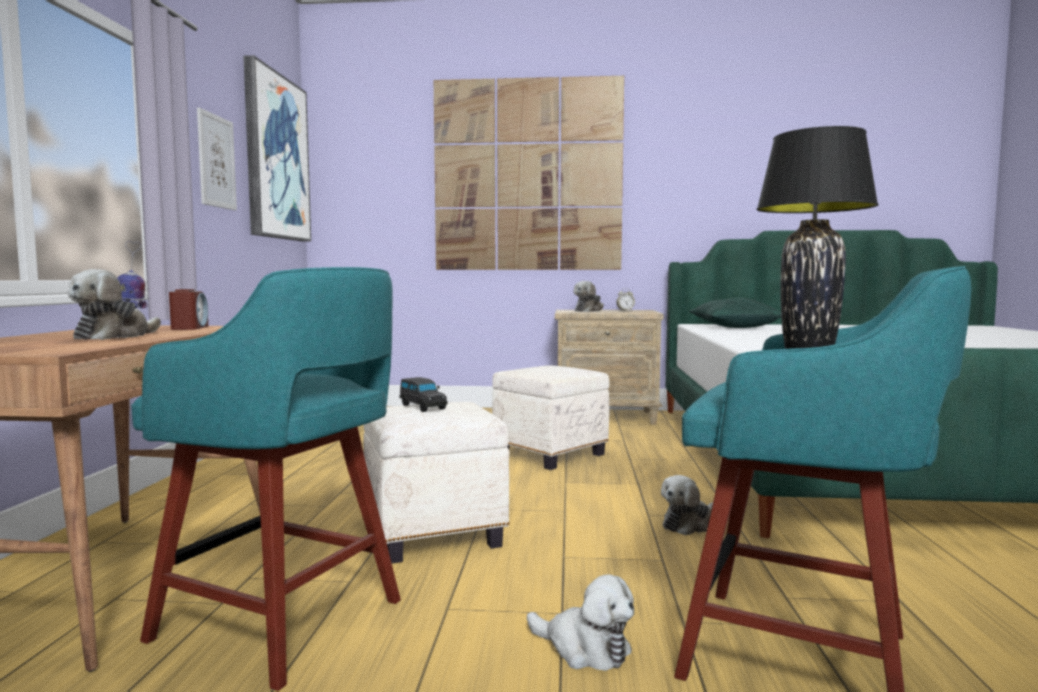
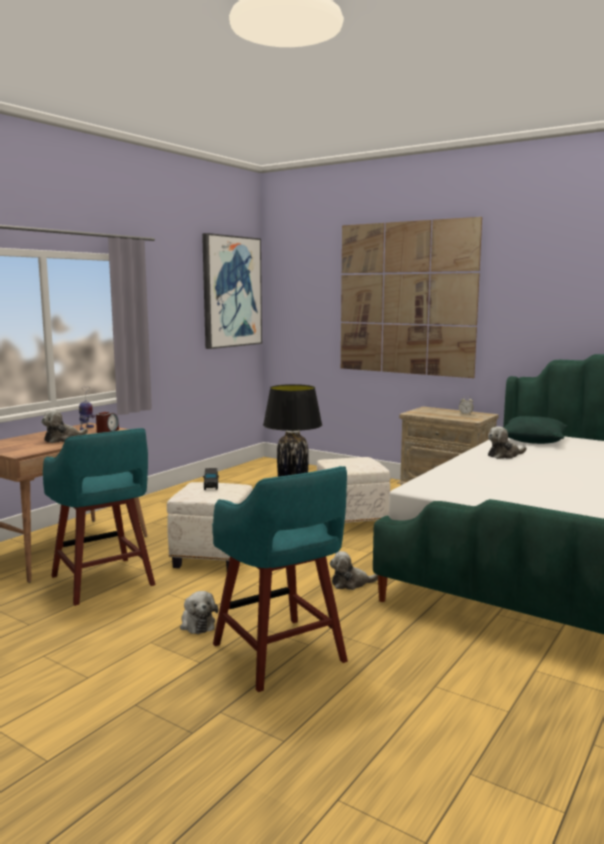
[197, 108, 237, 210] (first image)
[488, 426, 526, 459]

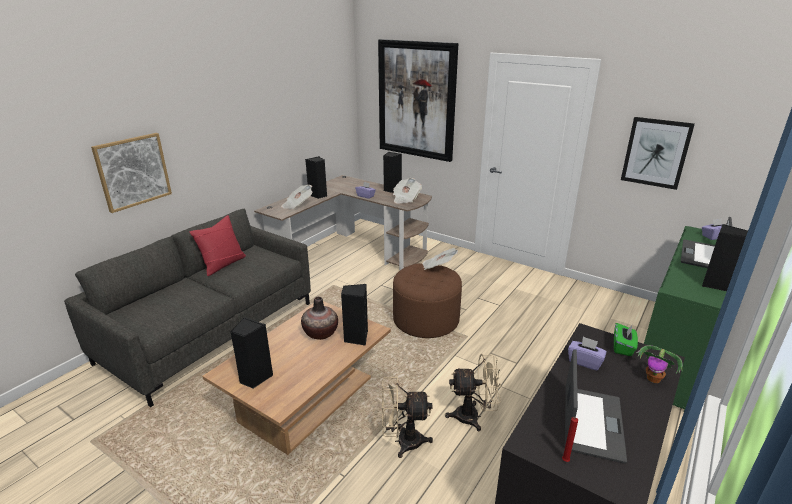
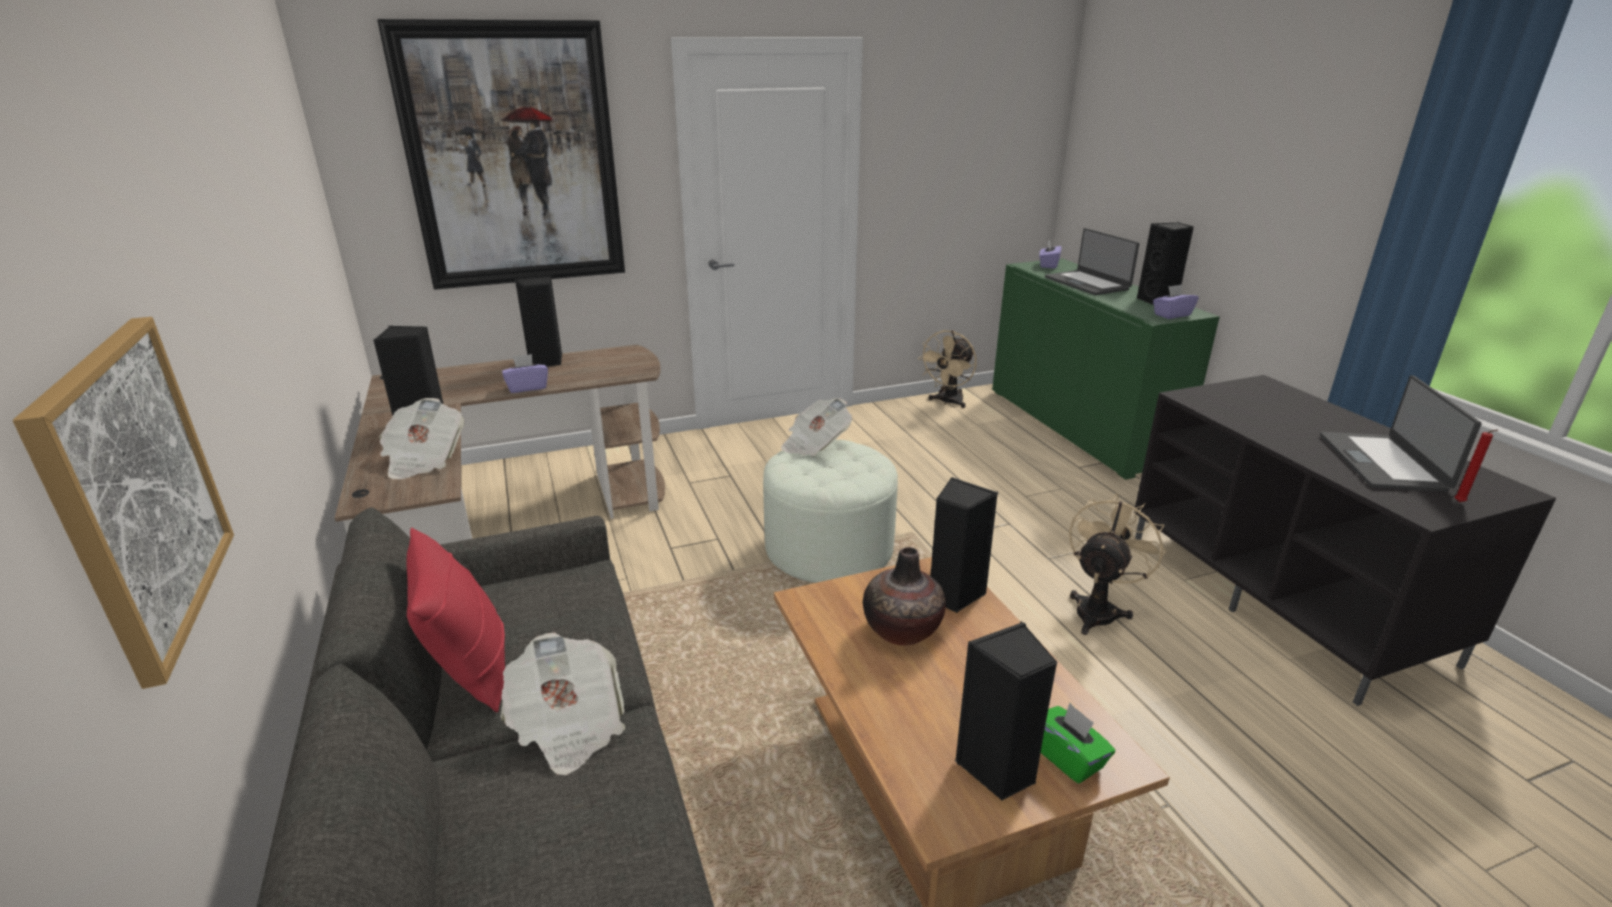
[621, 117, 695, 190] (first image)
[501, 632, 625, 775]
[763, 440, 898, 583]
[1041, 703, 1115, 783]
[1153, 284, 1199, 319]
[636, 345, 683, 383] (first image)
[1320, 375, 1481, 492]
[918, 330, 976, 408]

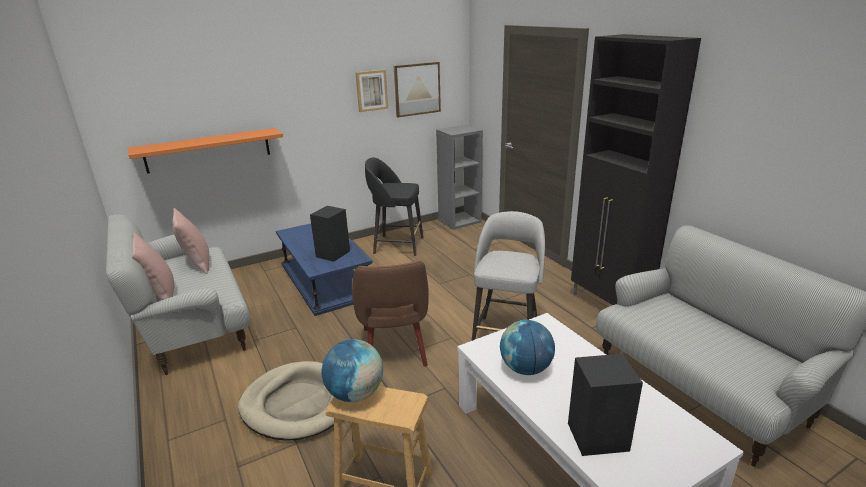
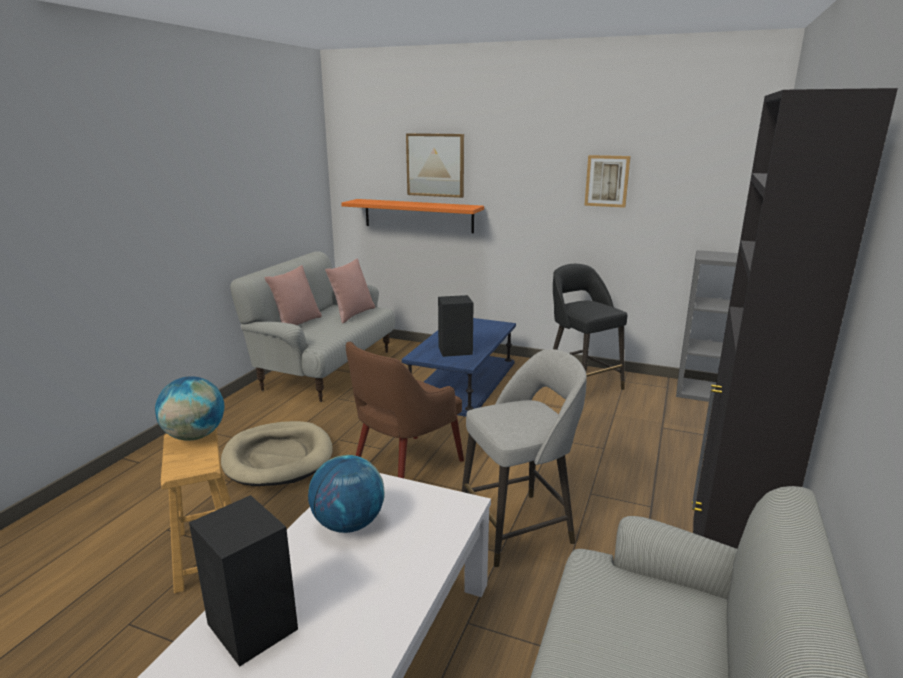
[406, 133, 464, 198]

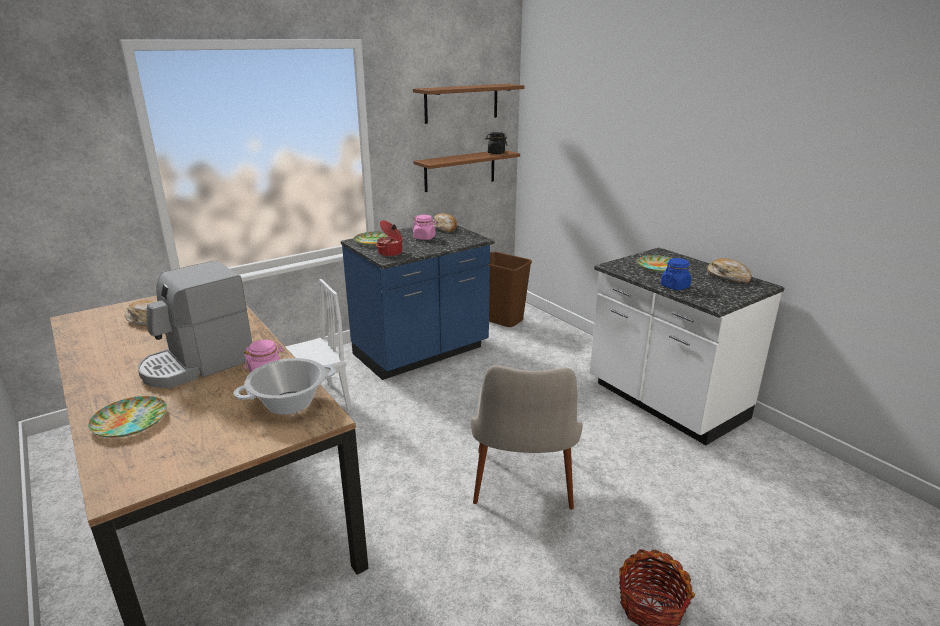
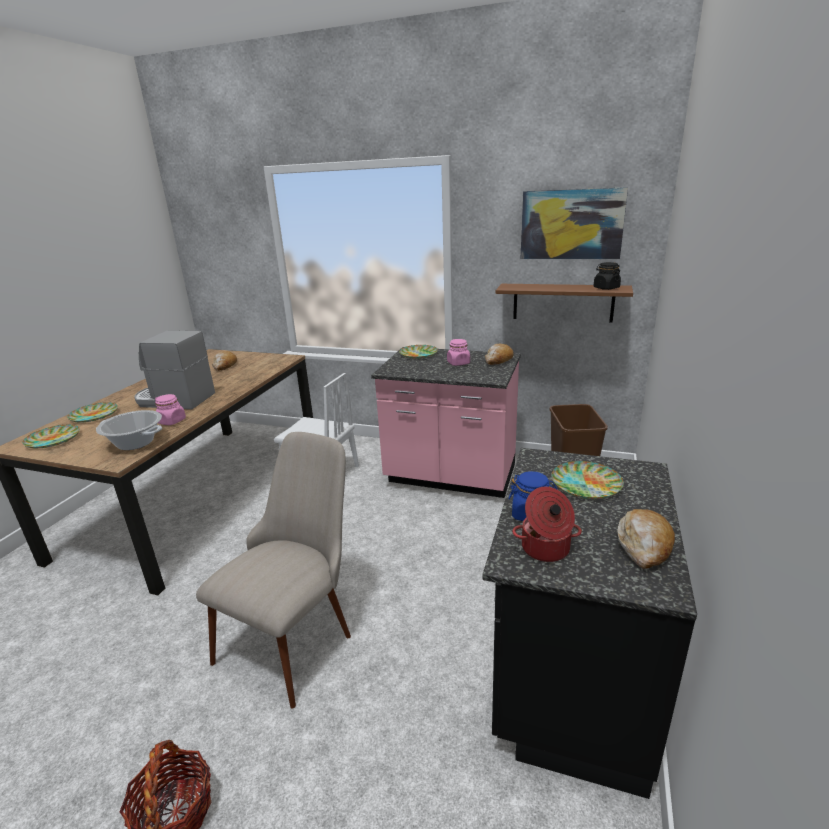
[520, 187, 628, 259]
[512, 487, 582, 562]
[371, 347, 521, 498]
[482, 448, 697, 799]
[196, 432, 351, 709]
[22, 425, 80, 448]

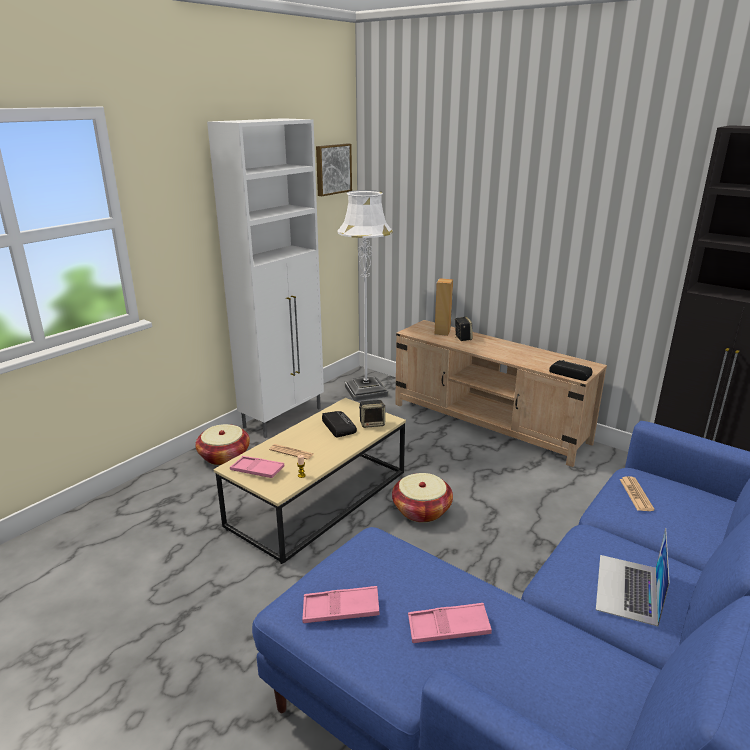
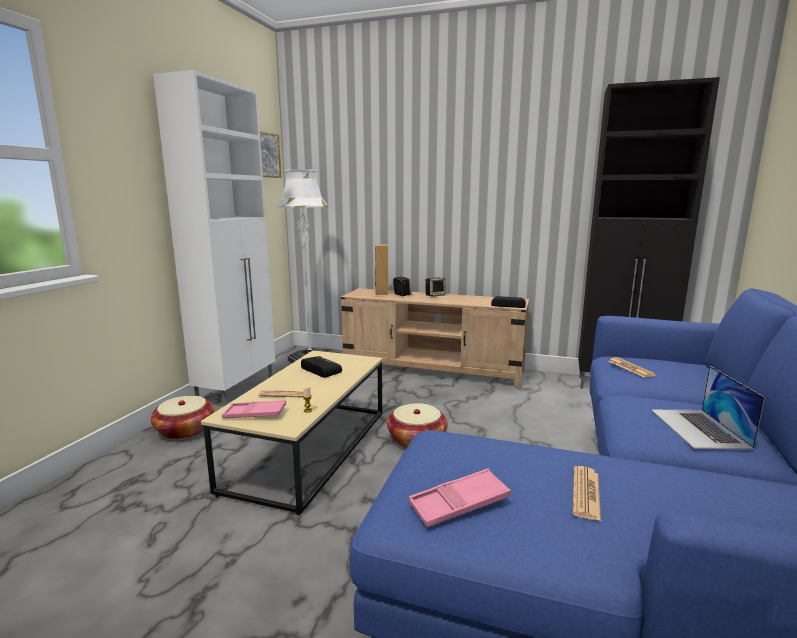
[425, 278, 446, 297]
[573, 466, 601, 521]

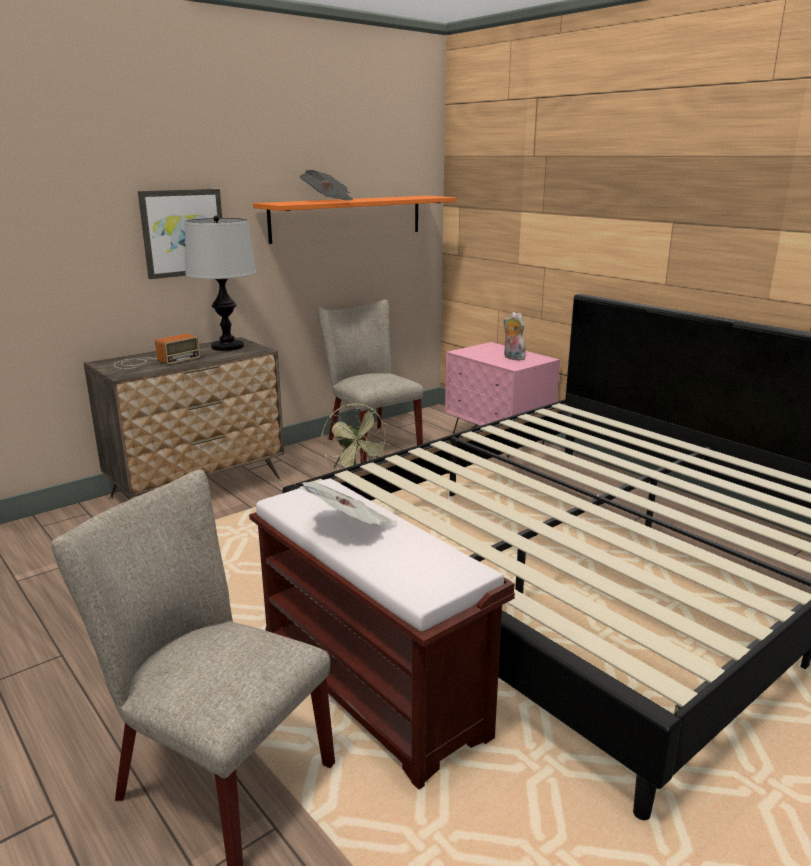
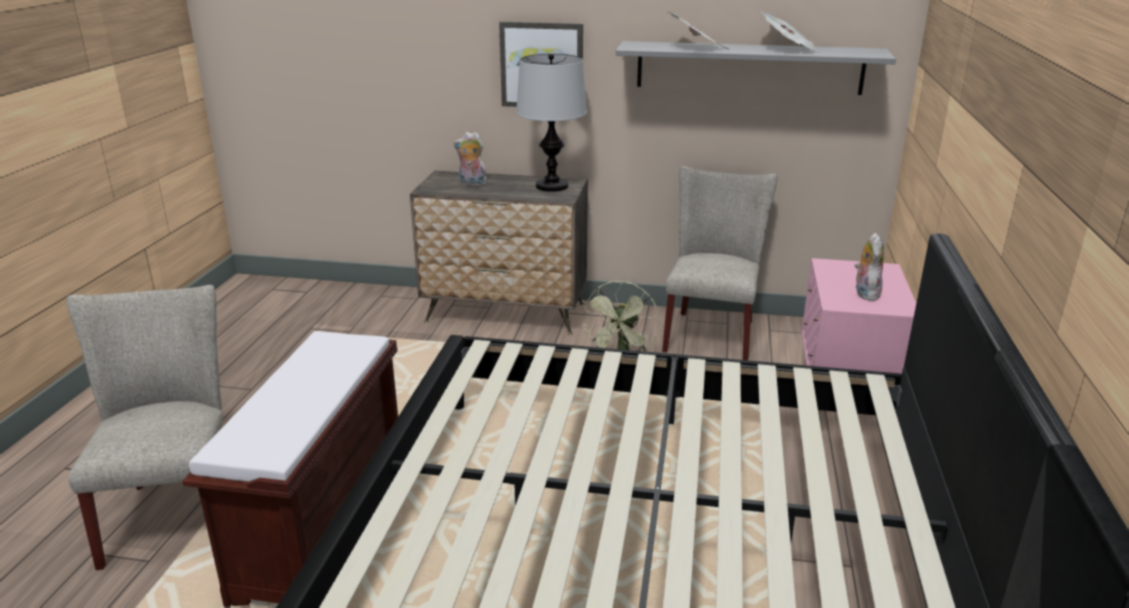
[615, 41, 896, 95]
[453, 132, 487, 186]
[760, 11, 819, 53]

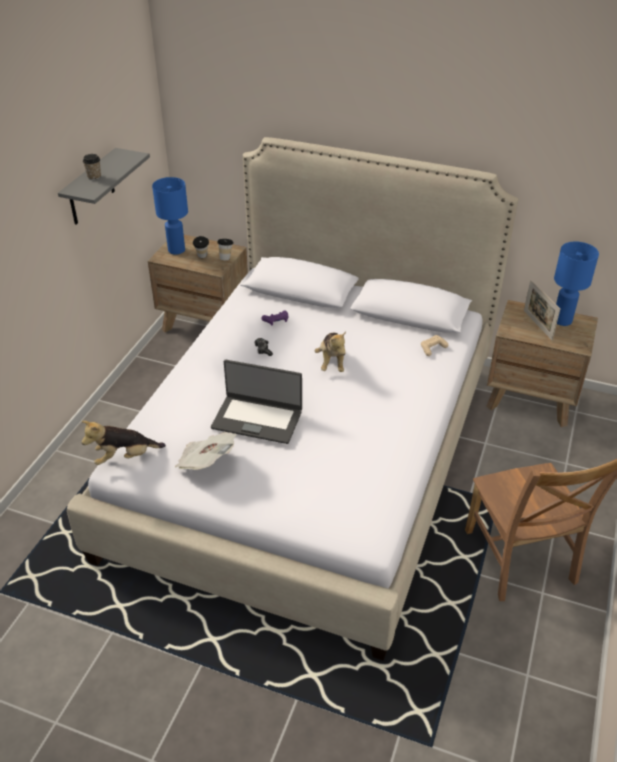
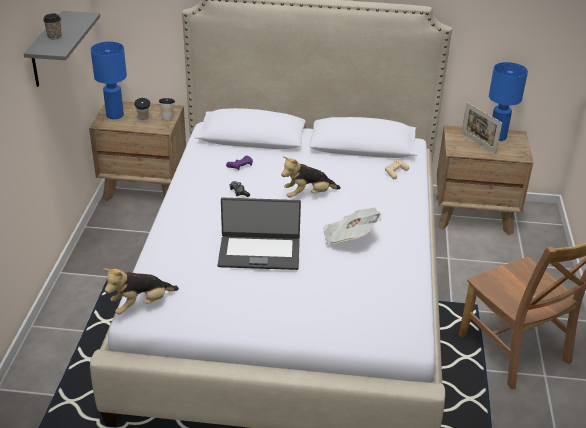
[281, 156, 341, 198]
[323, 207, 382, 244]

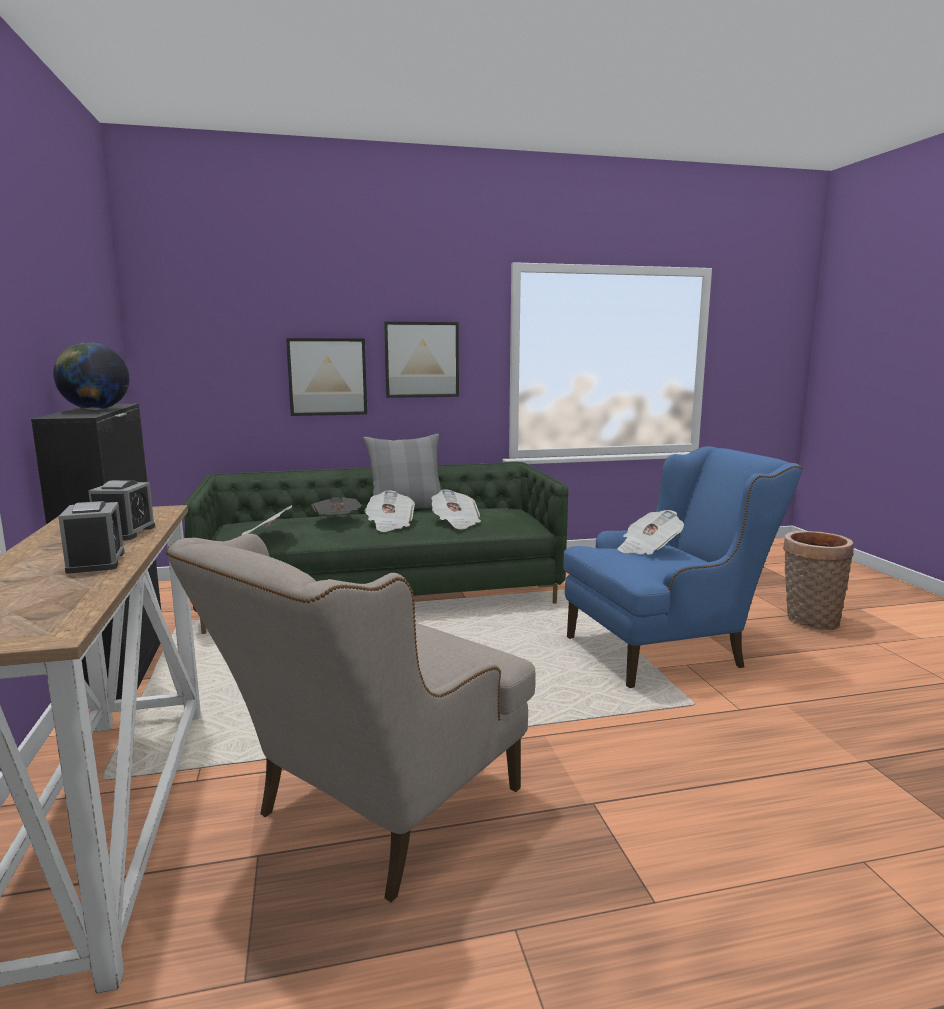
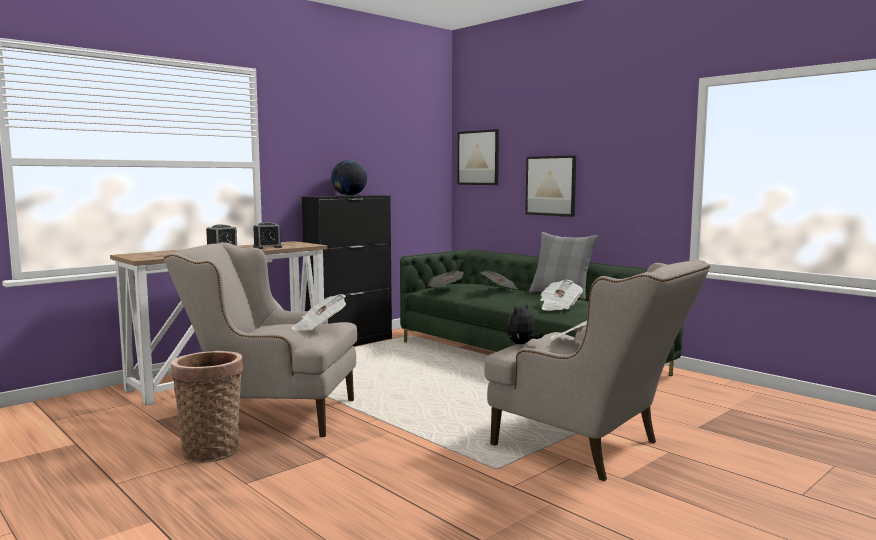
[458, 129, 499, 185]
[484, 260, 710, 481]
[291, 294, 346, 331]
[171, 351, 243, 463]
[507, 303, 544, 344]

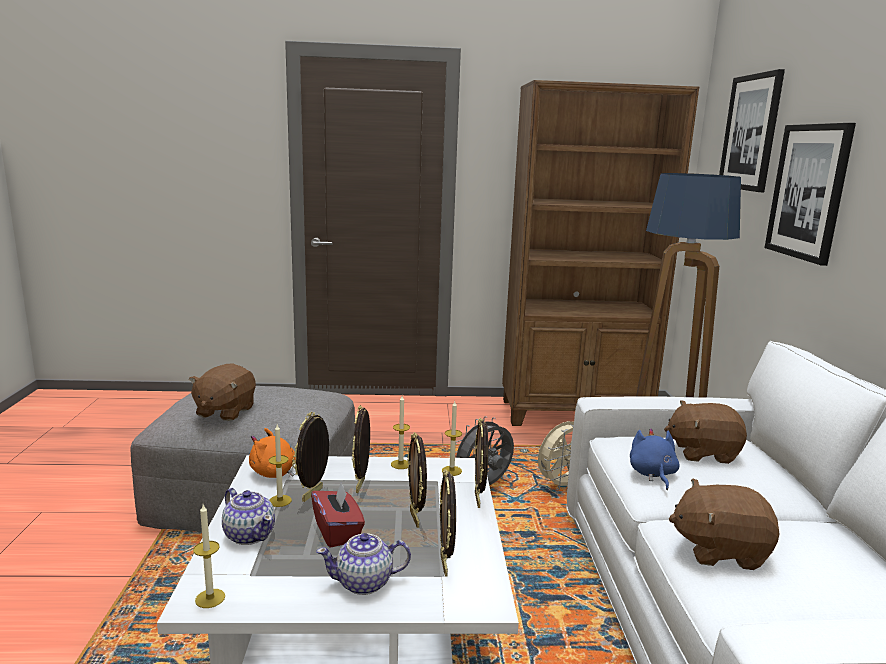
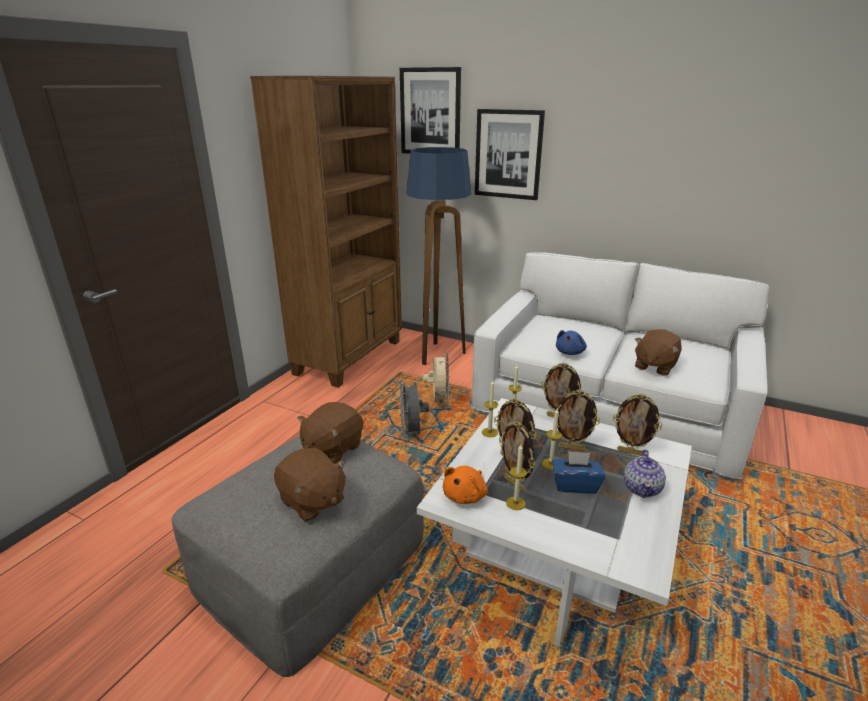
[297, 402, 363, 464]
[556, 330, 587, 355]
[552, 451, 606, 494]
[222, 488, 275, 545] (first image)
[542, 409, 562, 470]

